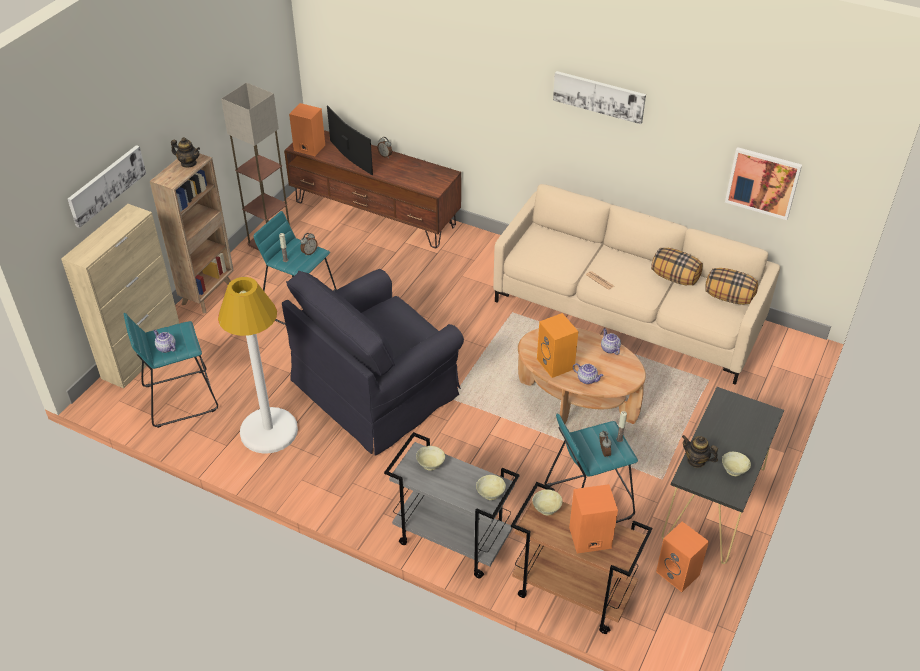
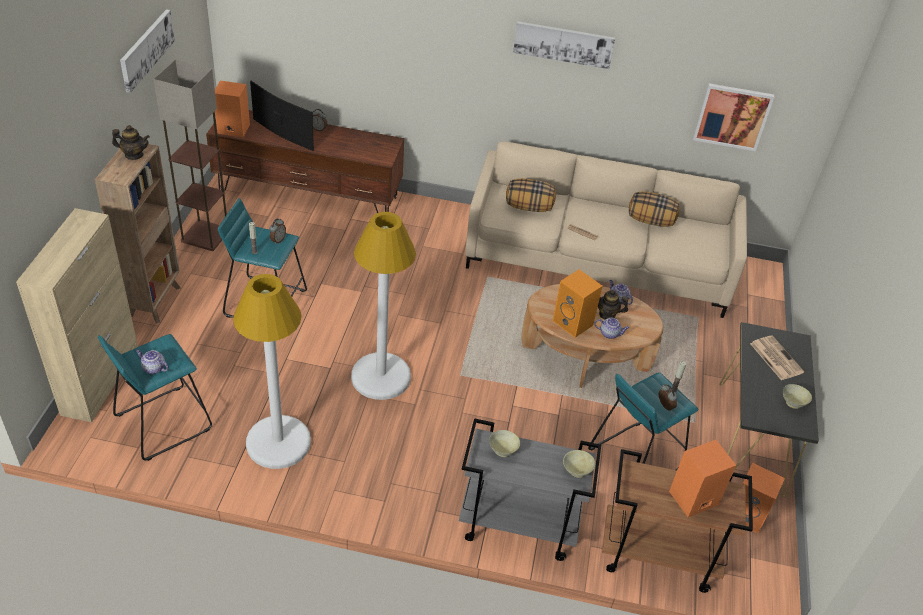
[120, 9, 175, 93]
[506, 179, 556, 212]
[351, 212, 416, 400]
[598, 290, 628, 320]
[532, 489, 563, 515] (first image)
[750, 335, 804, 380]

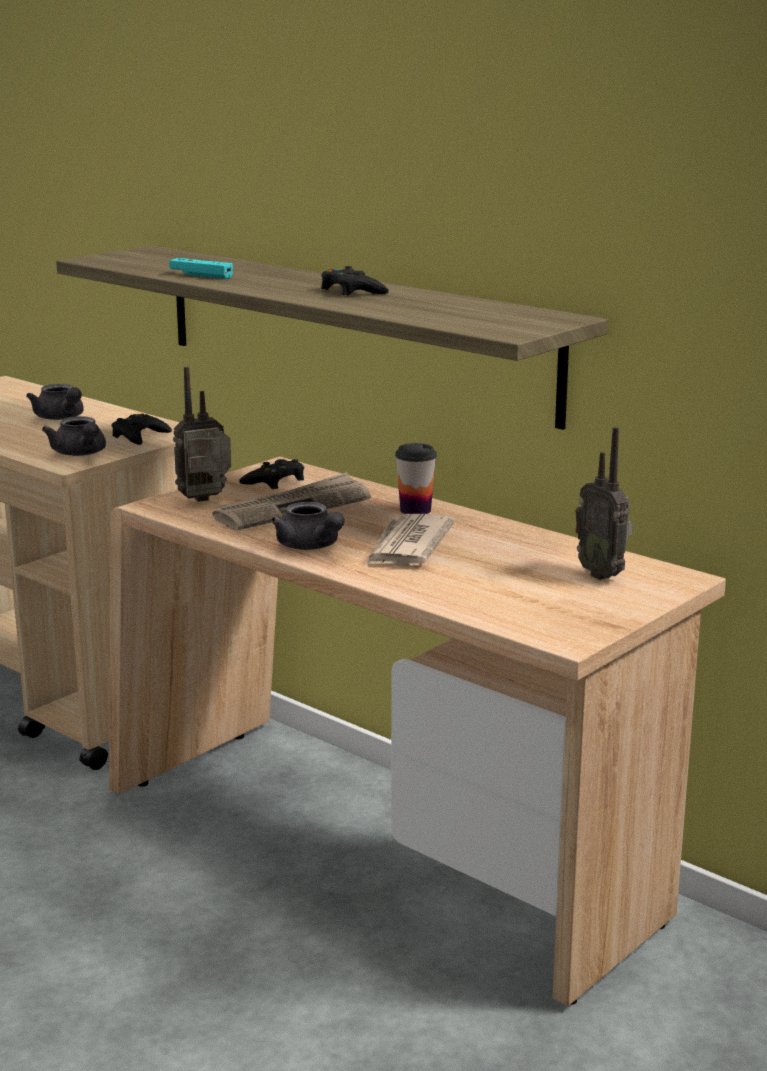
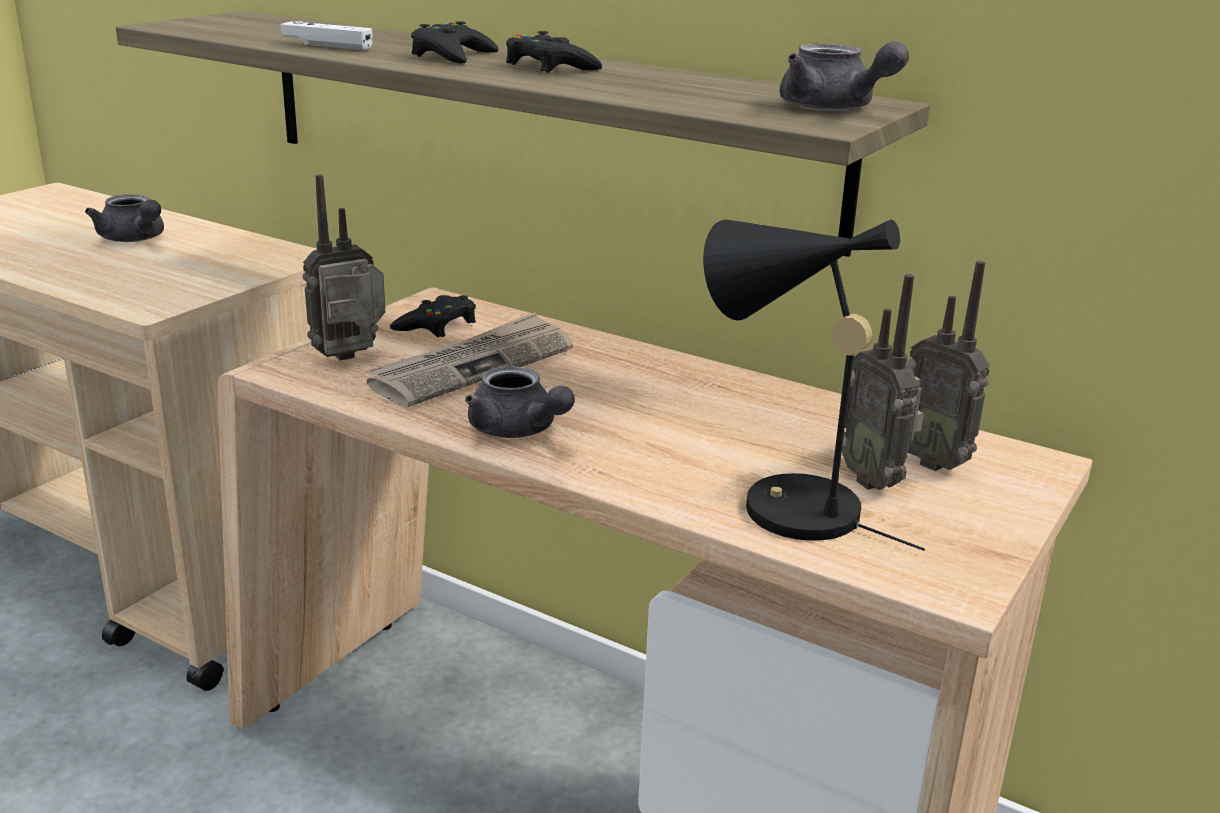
[281, 21, 373, 50]
[411, 21, 499, 64]
[779, 41, 909, 111]
[395, 443, 437, 514] (first image)
[366, 514, 455, 565] (first image)
[703, 219, 925, 551]
[842, 274, 924, 490]

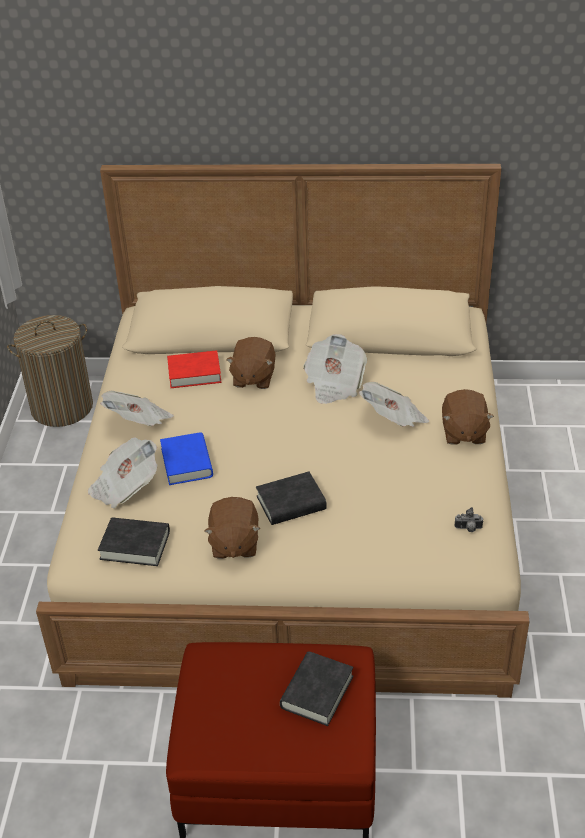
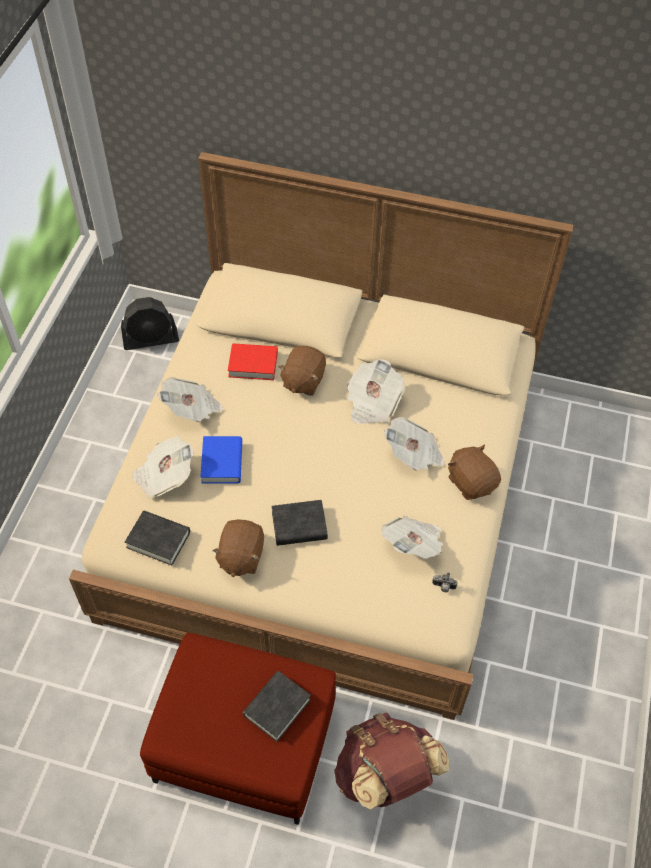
[121, 297, 179, 350]
[448, 444, 501, 500]
[381, 516, 443, 559]
[334, 713, 450, 809]

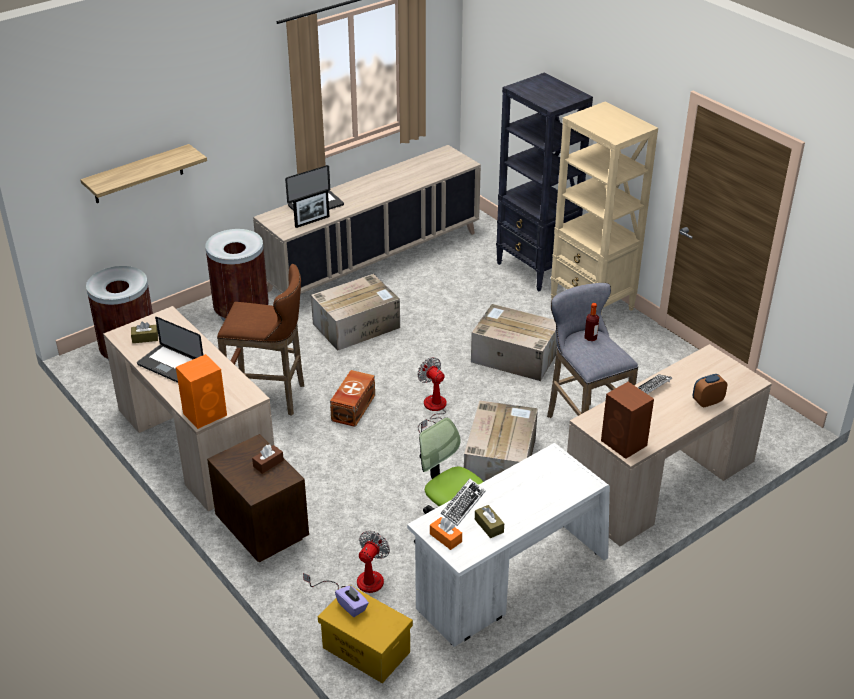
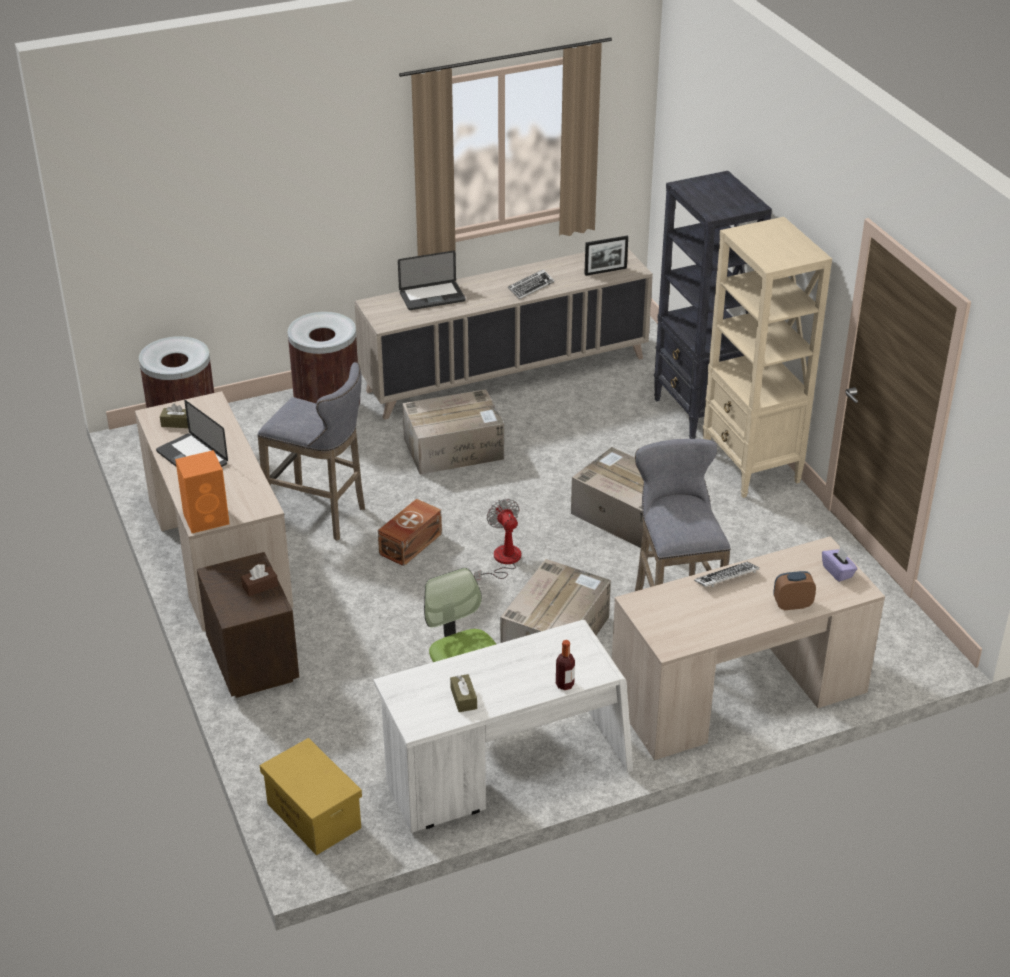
[80, 144, 207, 203] (first image)
[584, 236, 628, 276]
[258, 362, 365, 541]
[556, 640, 575, 690]
[601, 382, 654, 459] (first image)
[508, 269, 555, 300]
[430, 517, 462, 550] (first image)
[303, 531, 390, 593] (first image)
[822, 547, 857, 582]

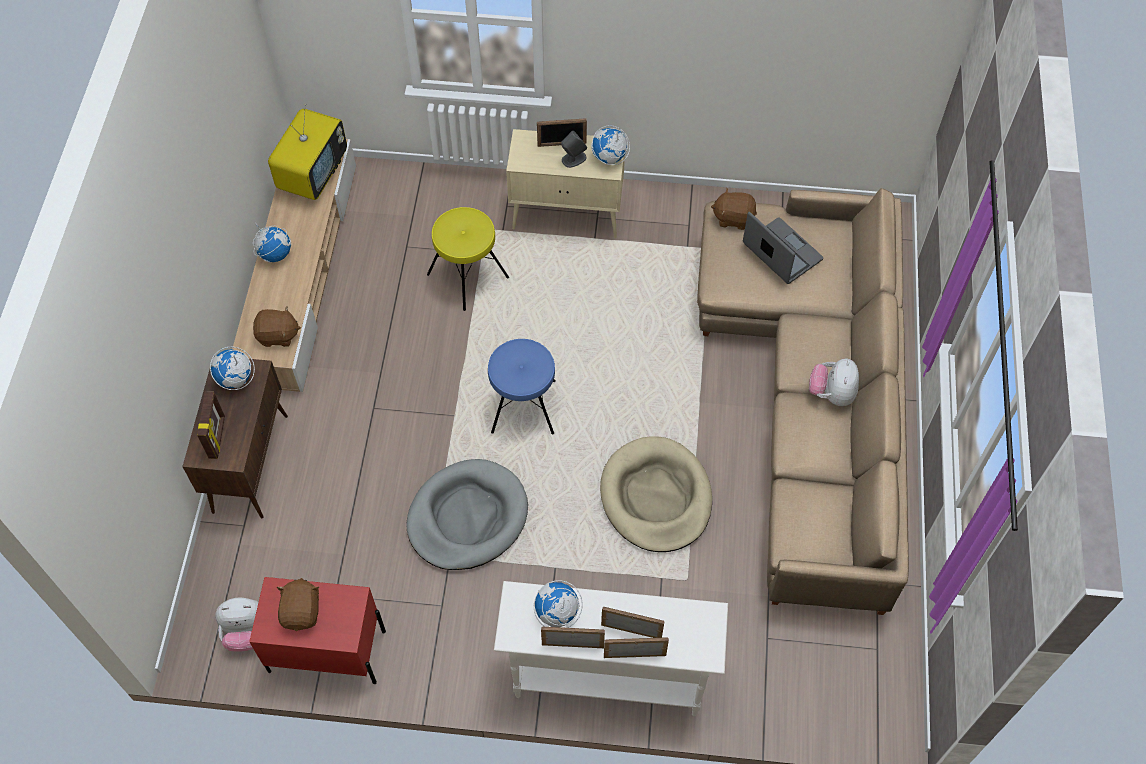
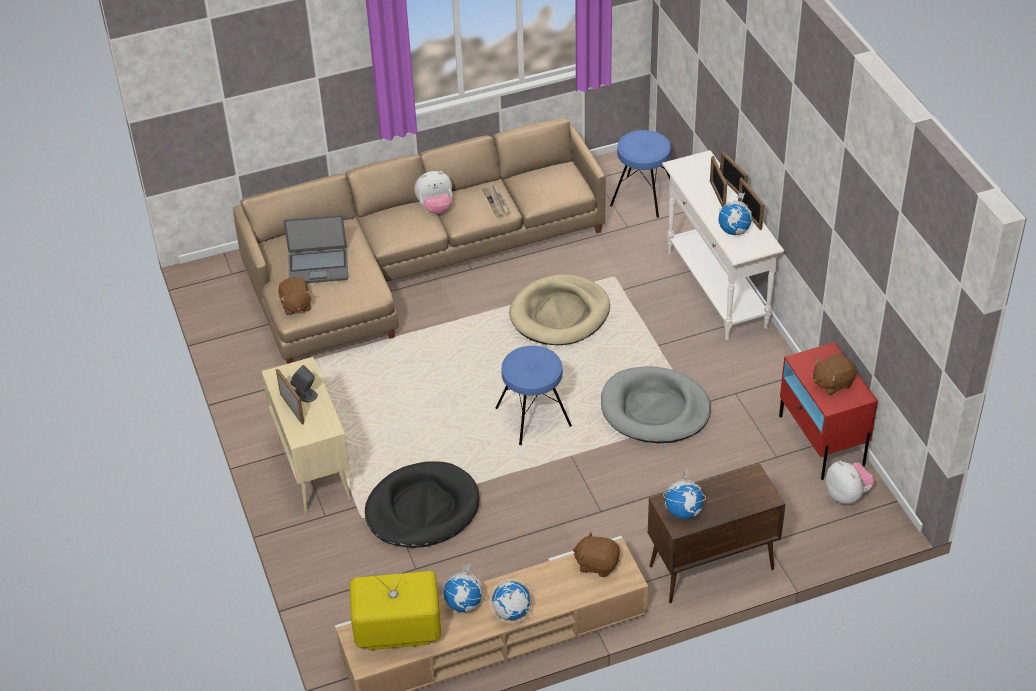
[443, 564, 485, 612]
[365, 461, 480, 548]
[283, 215, 348, 283]
[572, 531, 620, 577]
[197, 391, 225, 459] (first image)
[610, 130, 671, 218]
[482, 185, 510, 217]

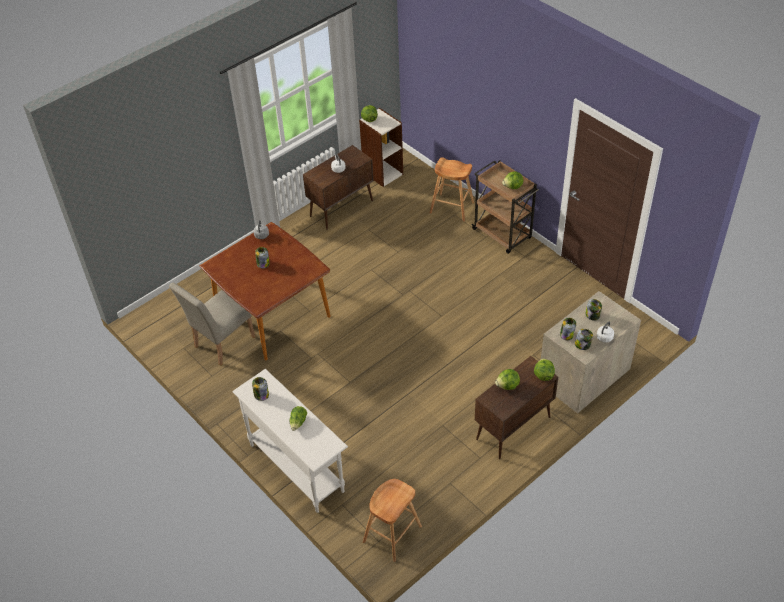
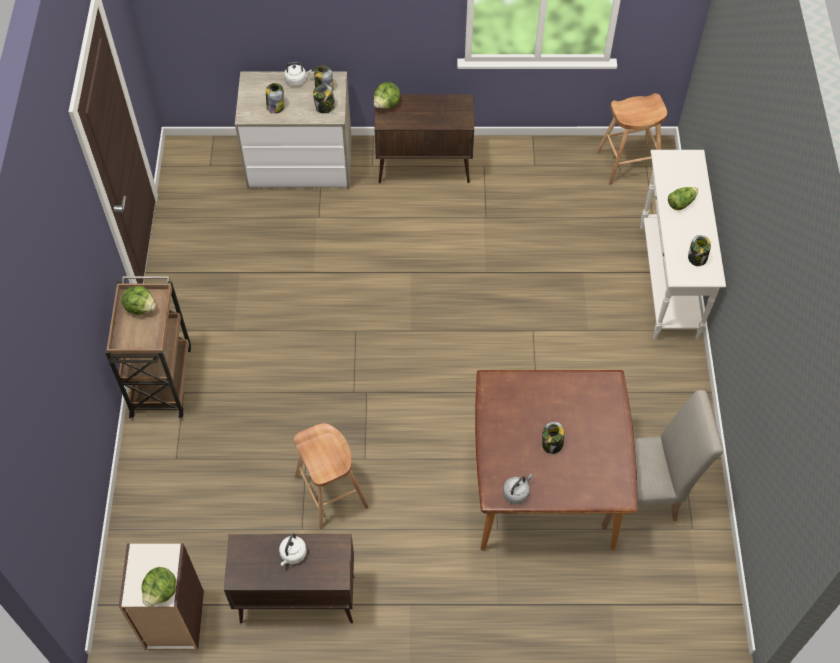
[294, 423, 369, 529]
[495, 369, 520, 390] (first image)

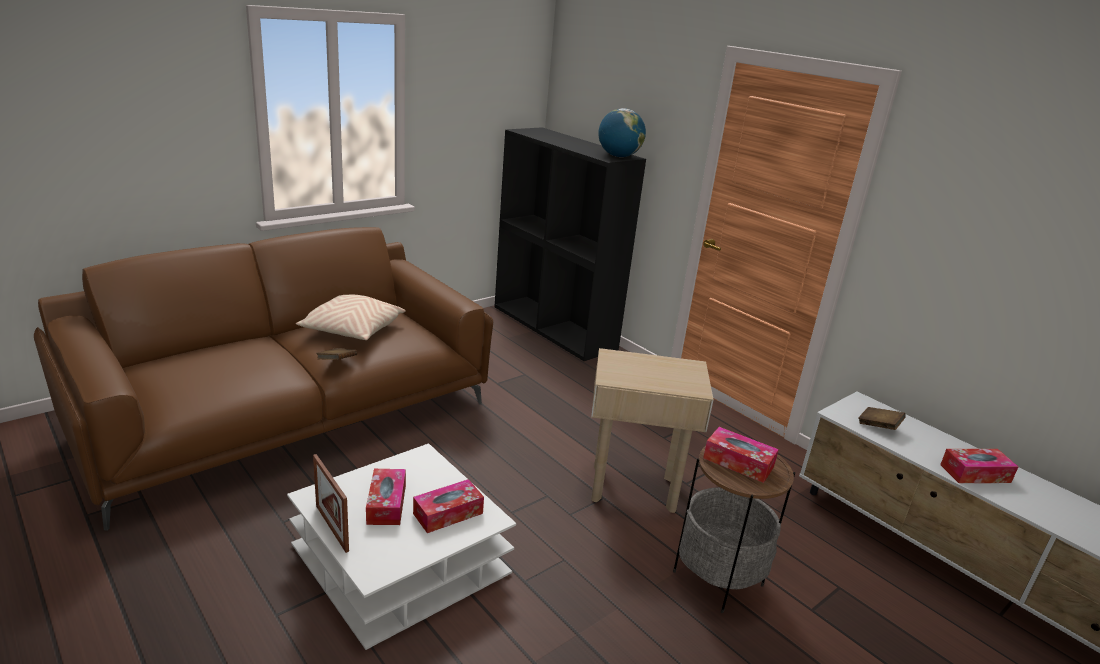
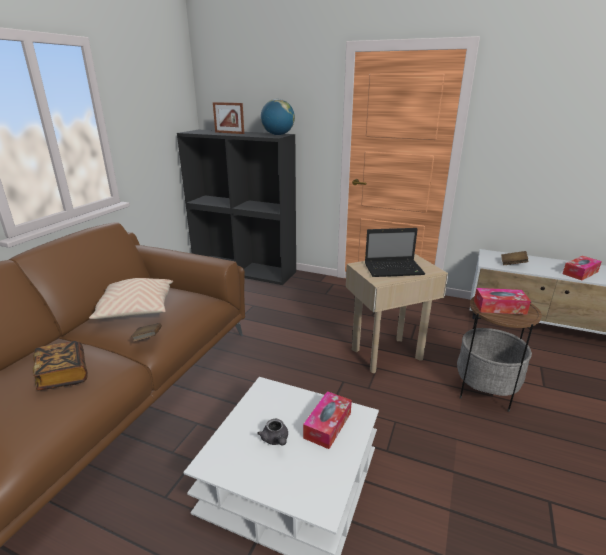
[213, 102, 244, 134]
[257, 419, 288, 446]
[365, 228, 425, 277]
[33, 341, 88, 390]

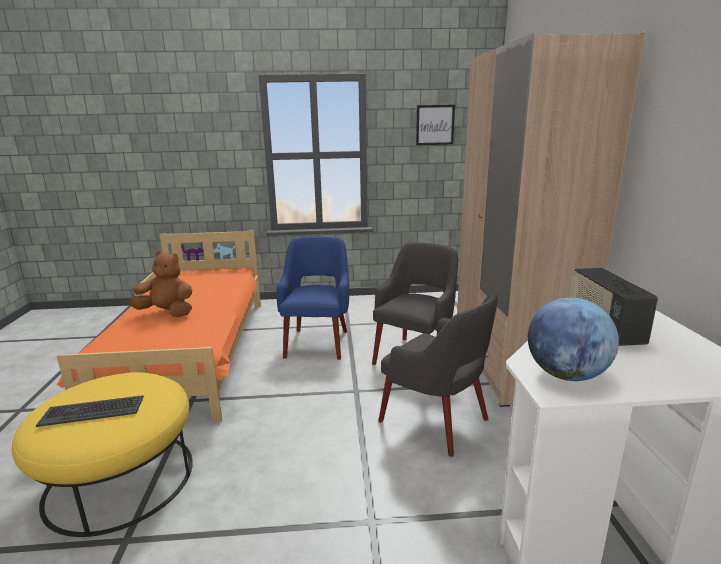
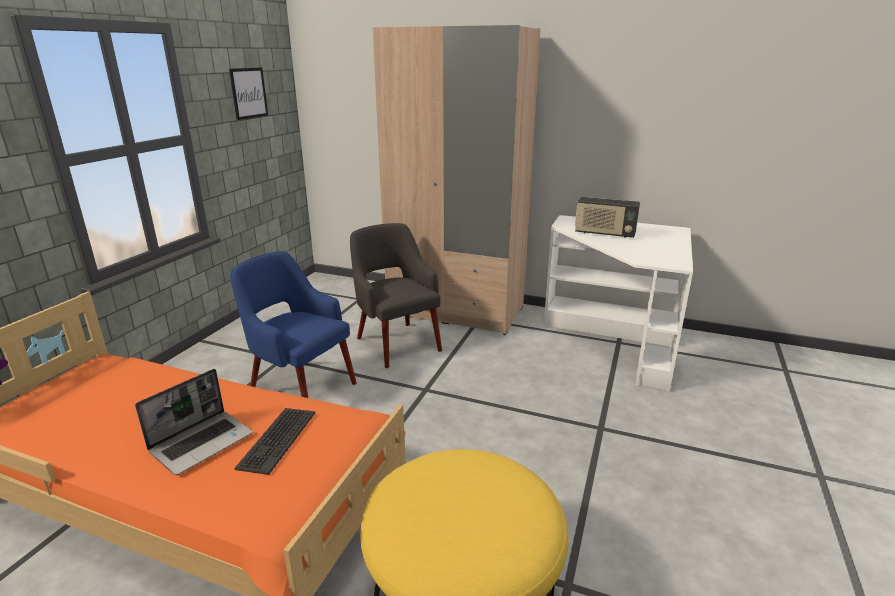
[135, 369, 253, 475]
[378, 292, 498, 457] (first image)
[528, 298, 619, 381] (first image)
[235, 408, 315, 475]

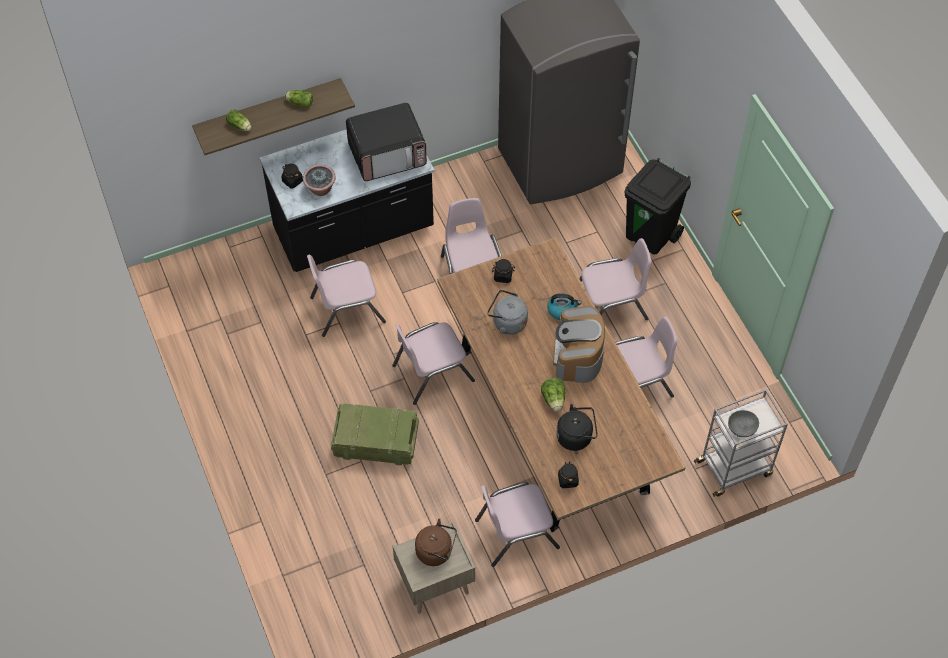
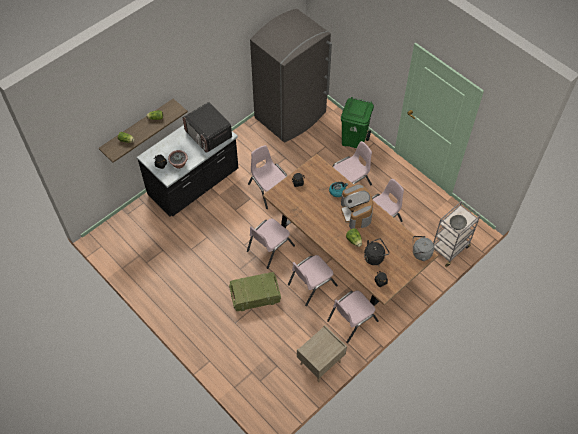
[183, 102, 232, 153]
[341, 97, 374, 148]
[288, 255, 338, 306]
[413, 236, 434, 261]
[415, 519, 457, 566] (first image)

